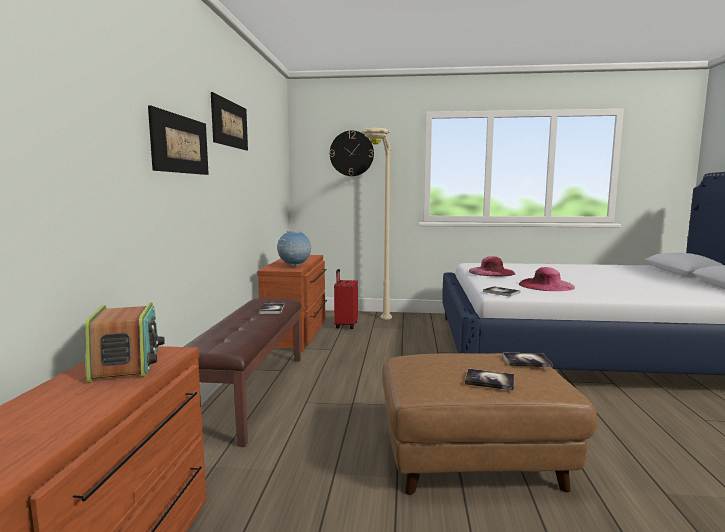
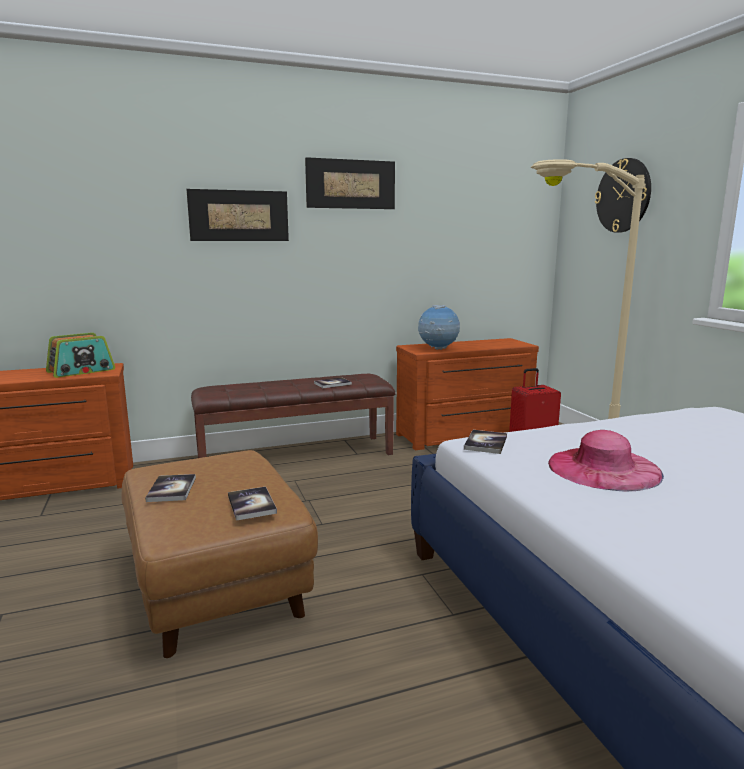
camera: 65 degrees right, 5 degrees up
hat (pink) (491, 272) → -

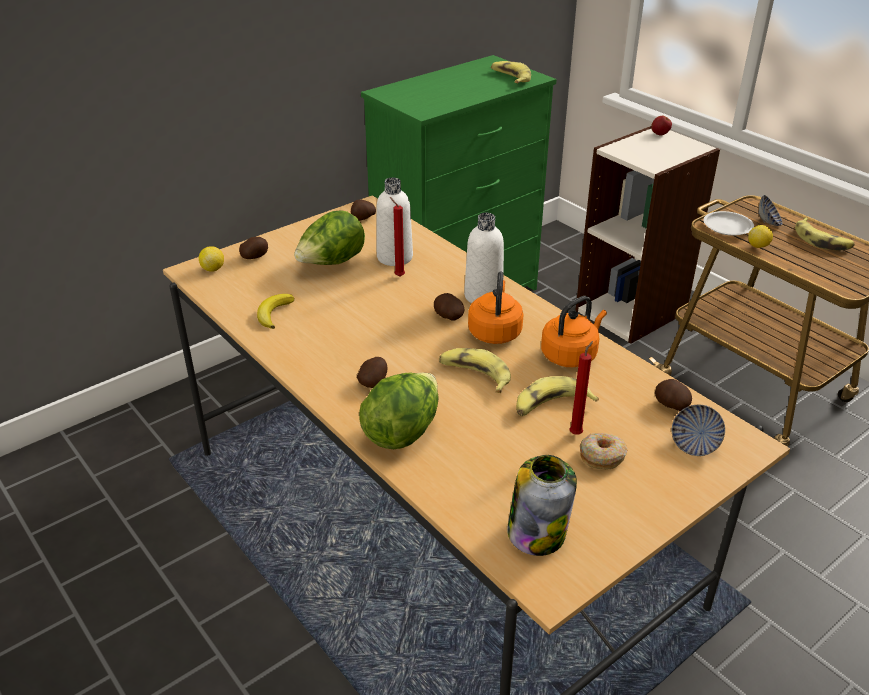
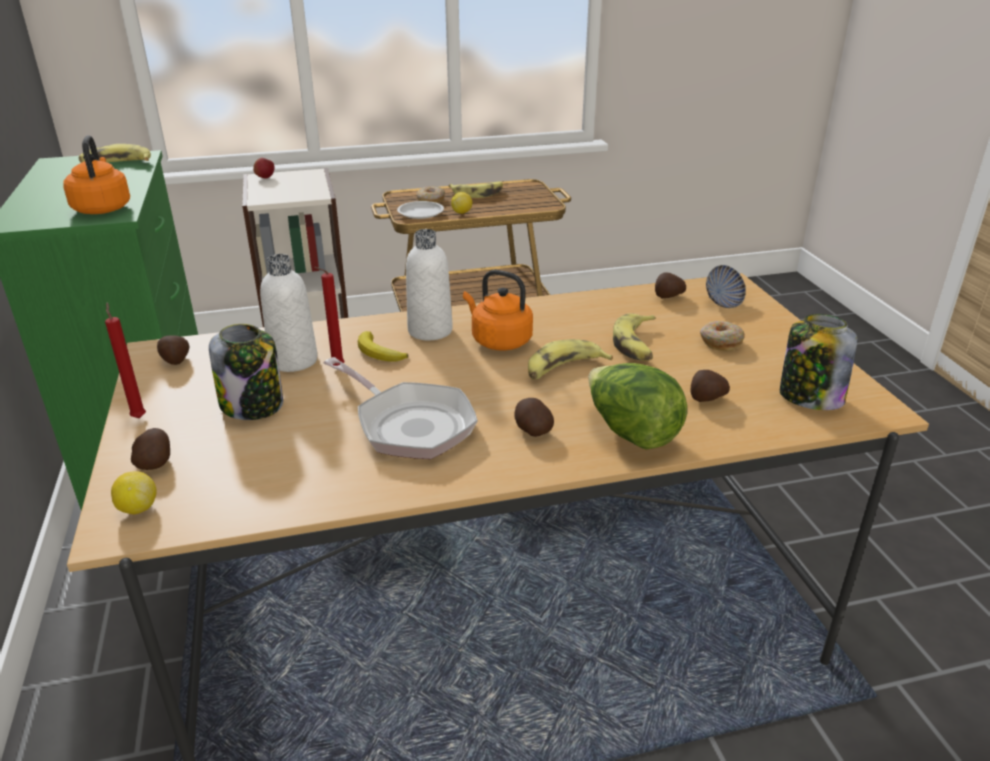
camera: 65 degrees left, 5 degrees down
bowl (768, 222) → donut (431, 200)
lettuce (331, 263) → jar (253, 405)
potato (448, 317) → potato (706, 398), moved
banana (274, 313) → banana (379, 352), moved
kettle (orange) (571, 355) → kettle (orange) (102, 208), moved
candle (red) (577, 433) → candle (red) (139, 416), moved
- → frying pan (409, 424)

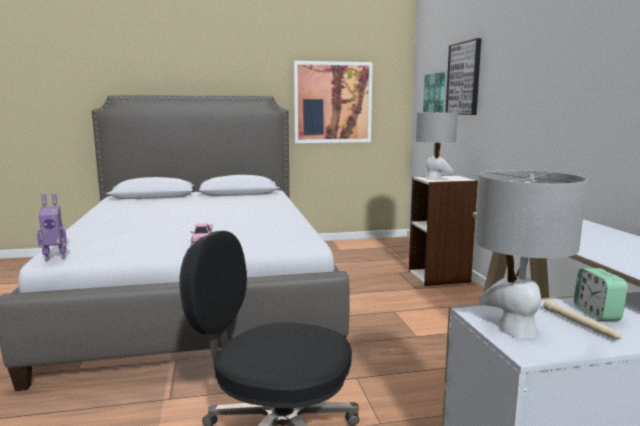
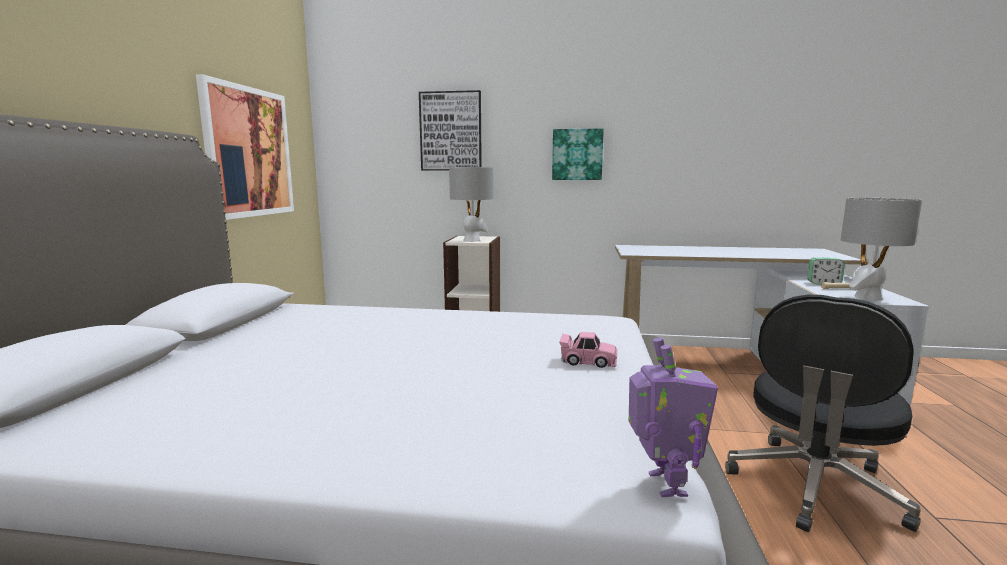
camera: 70 degrees left, 0 degrees up
picture (435, 94) → picture (577, 154), moved

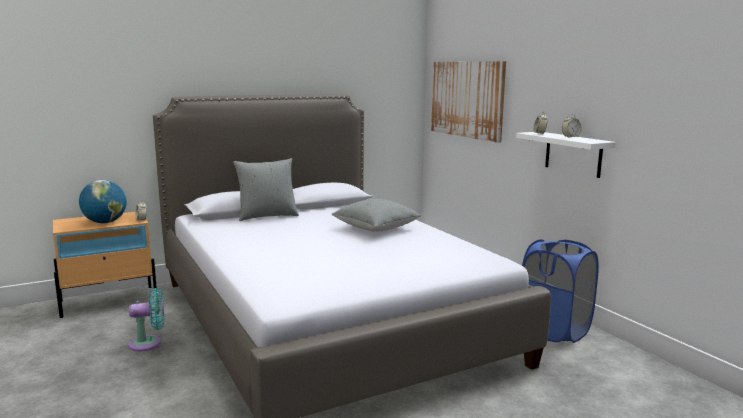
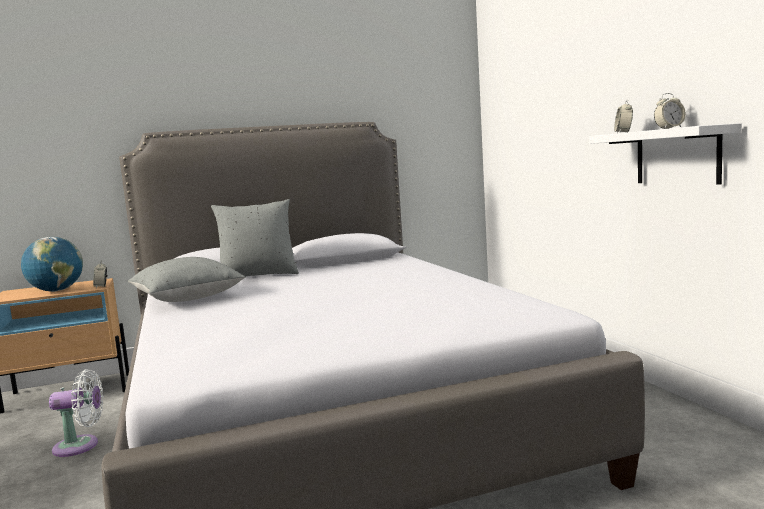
camera: 10 degrees right, 5 degrees down
picture (466, 99) → -
pillow (grey) (376, 228) → pillow (grey) (187, 299), moved
laundry basket (blue) (554, 330) → -
fan (turquoise) (149, 343) → fan (white) (81, 446)

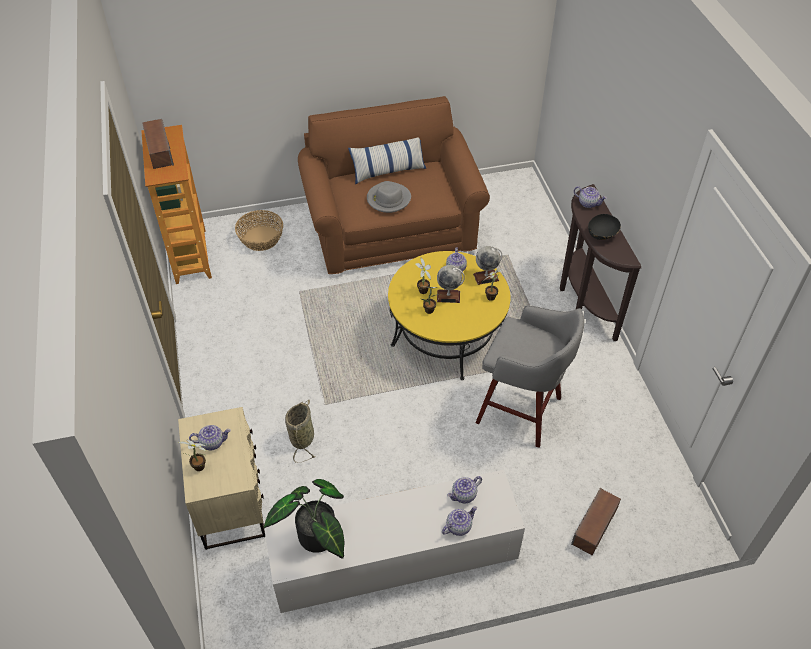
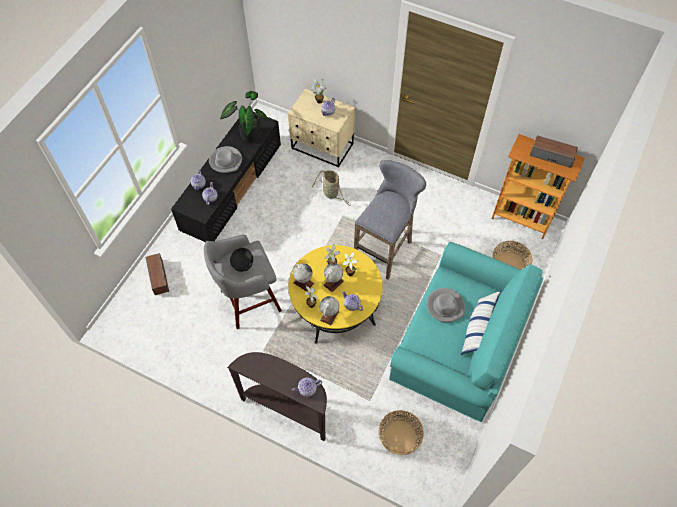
camera: 130 degrees right, 10 degrees up
sofa (brown) (392, 228) → sofa (turquoise) (457, 347)
bowl (black) (602, 235) → bowl (black) (242, 263), moved
tv stand (white) (393, 558) → tv stand (black) (232, 186)
- → hat (grey) (226, 161)
- → stool (grey) (385, 249)
- → globe (303, 283)
- → basket (400, 437)

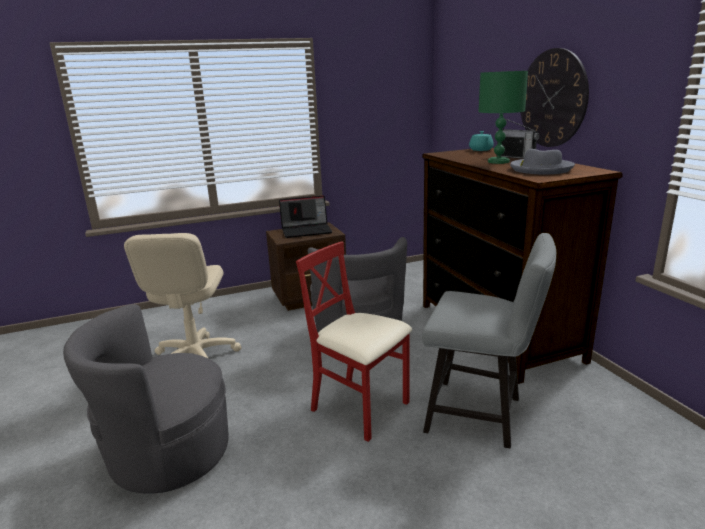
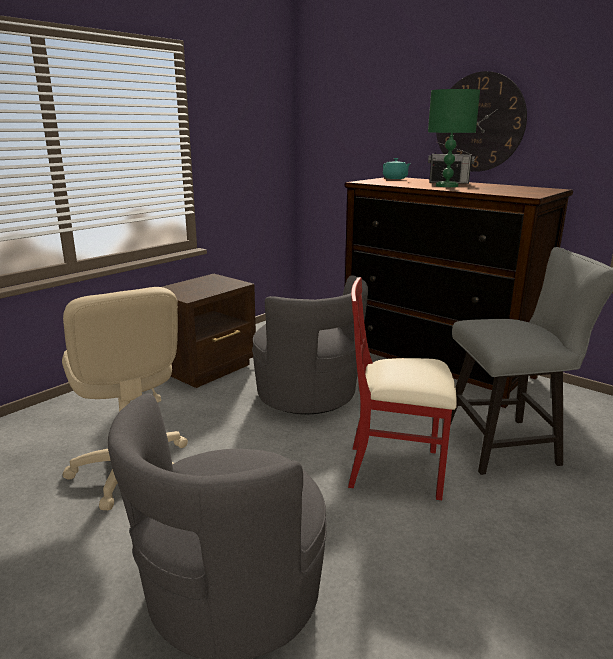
camera: 30 degrees left, 0 degrees up
hat (grey) (540, 169) → -
laptop (307, 230) → -

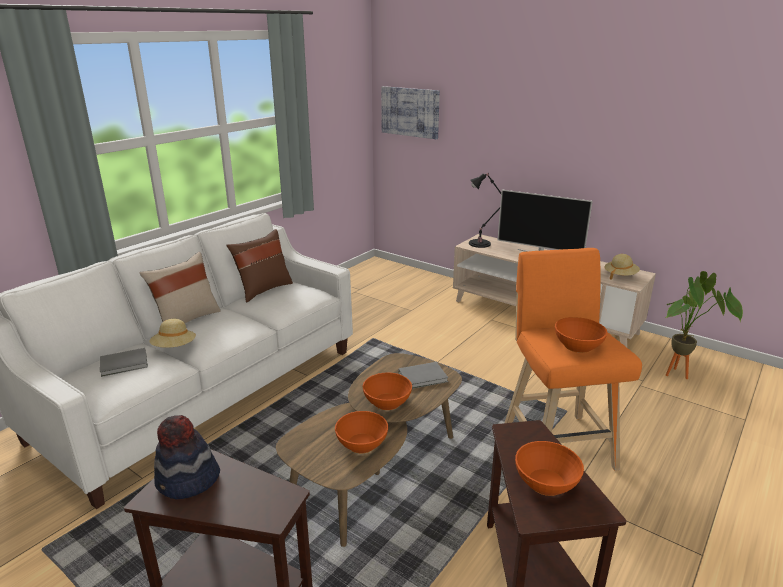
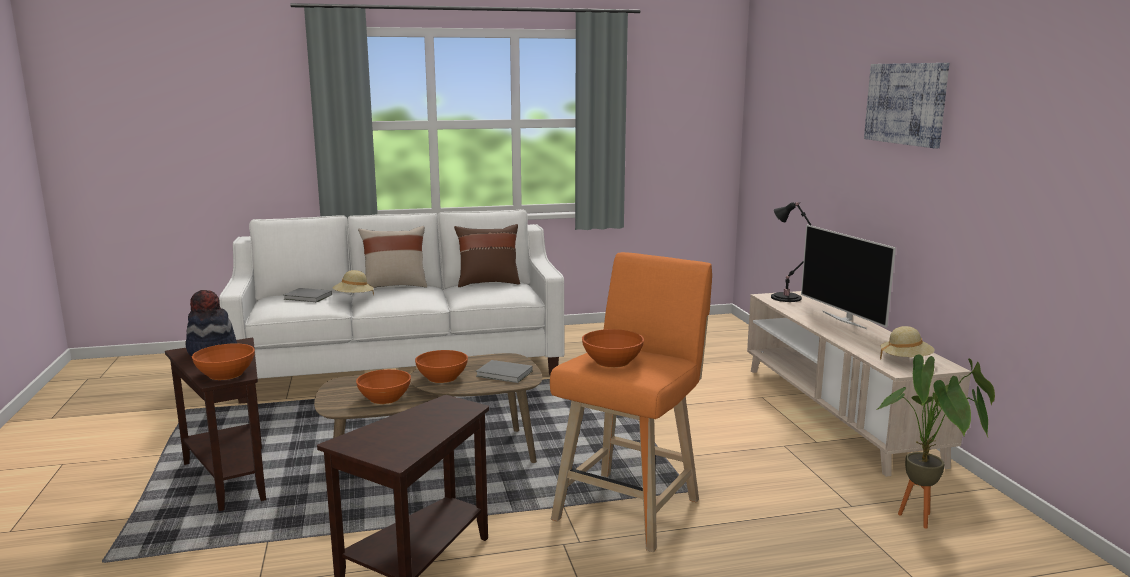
camera: 40 degrees right, 10 degrees down
picture (410, 112) → picture (906, 103), moved
bowl (orange) (546, 483) → bowl (orange) (225, 374), moved

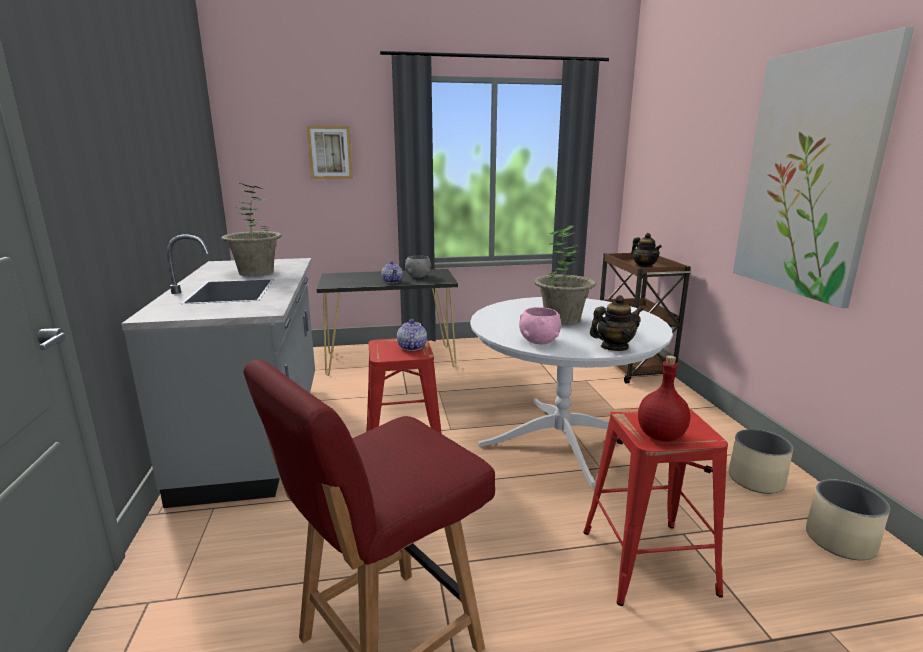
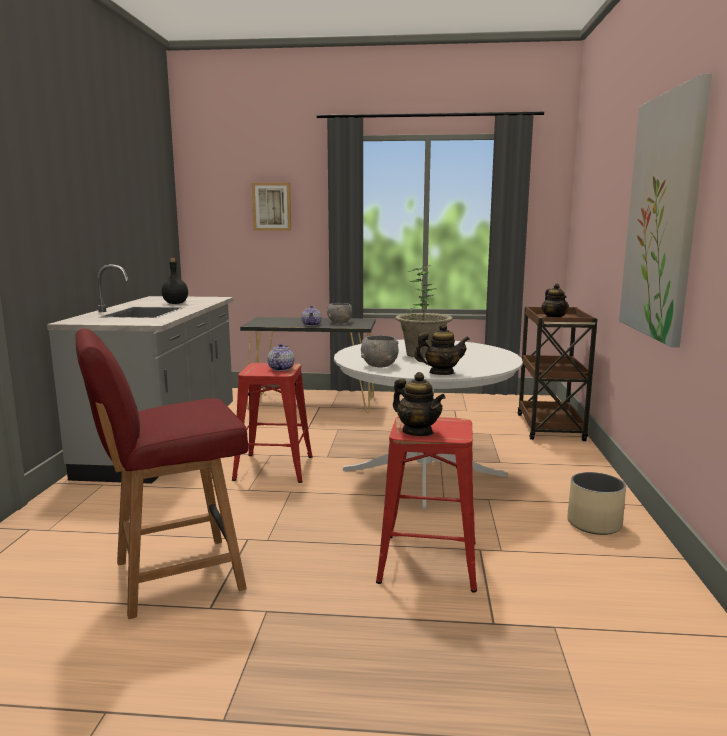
camera: 15 degrees right, 5 degrees down
potted plant (256, 272) → bottle (black) (176, 303)
bowl (pink) (538, 341) → bowl (grey) (379, 365)
bottle (red) (660, 435) → teapot (417, 432)
planter (beige) (840, 541) → -

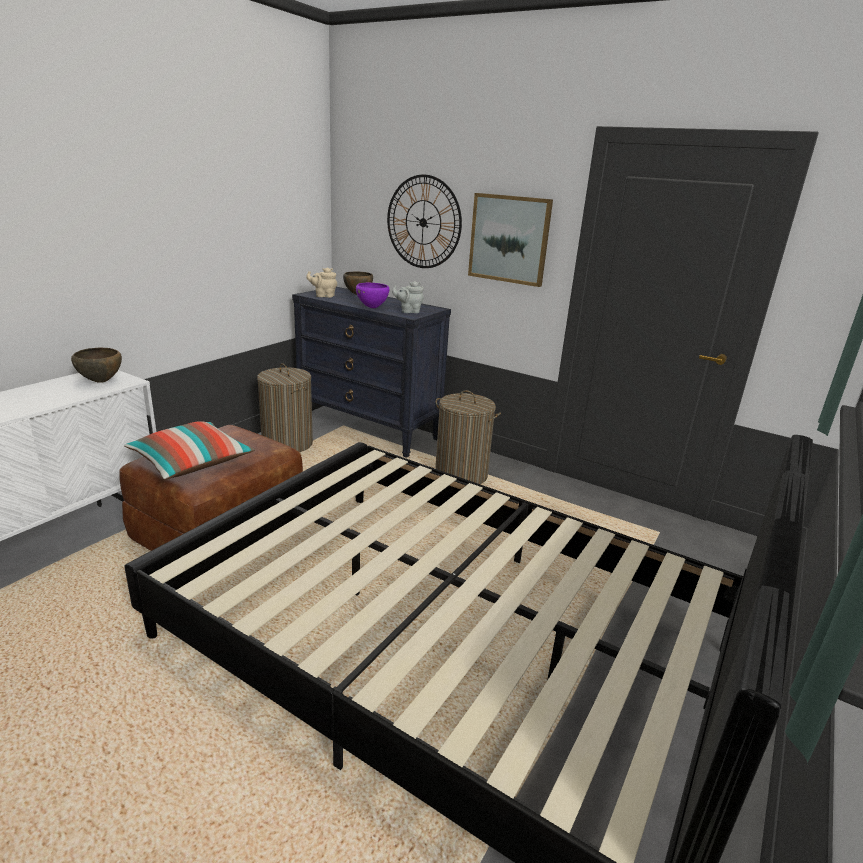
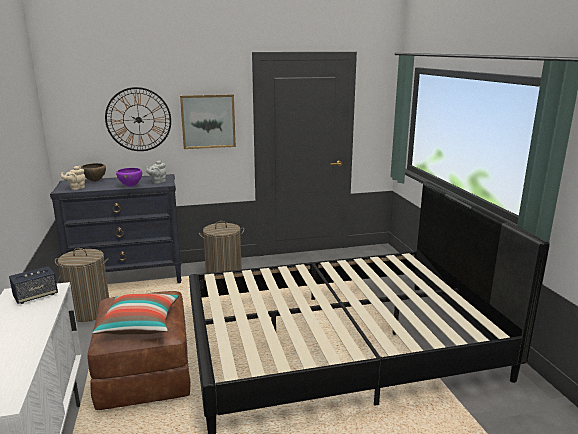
camera: 45 degrees left, 5 degrees down
bowl (brown) (101, 381) → speaker (36, 296)

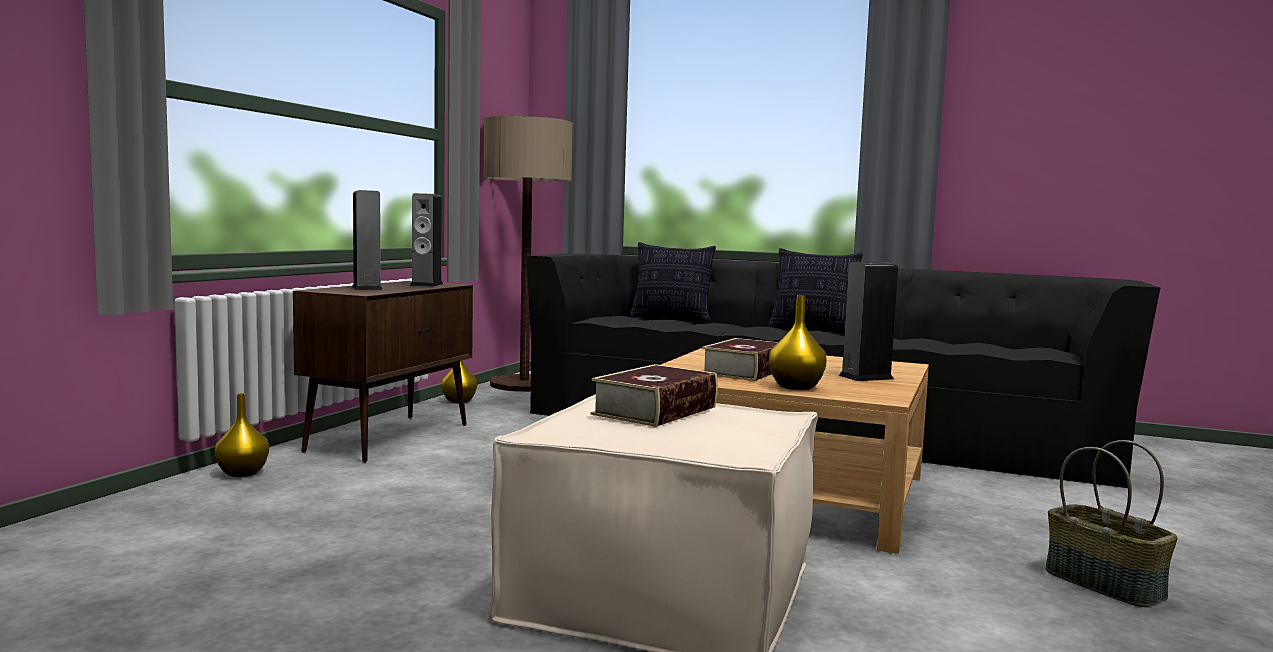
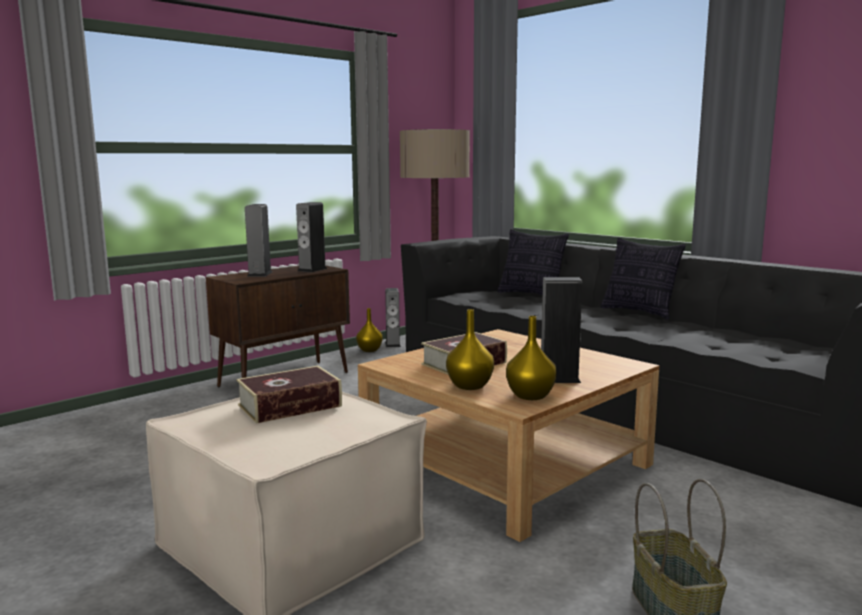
camera: 25 degrees right, 5 degrees up
vase (yellow) (241, 473) → vase (yellow) (529, 396), moved
- → speaker (393, 344)

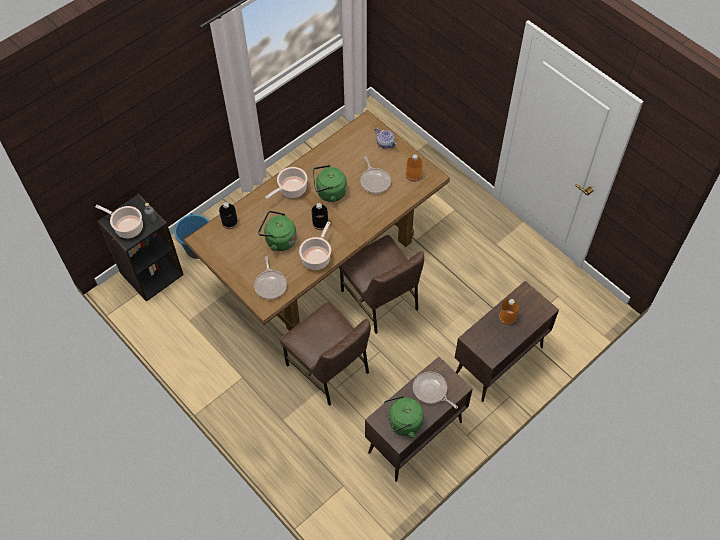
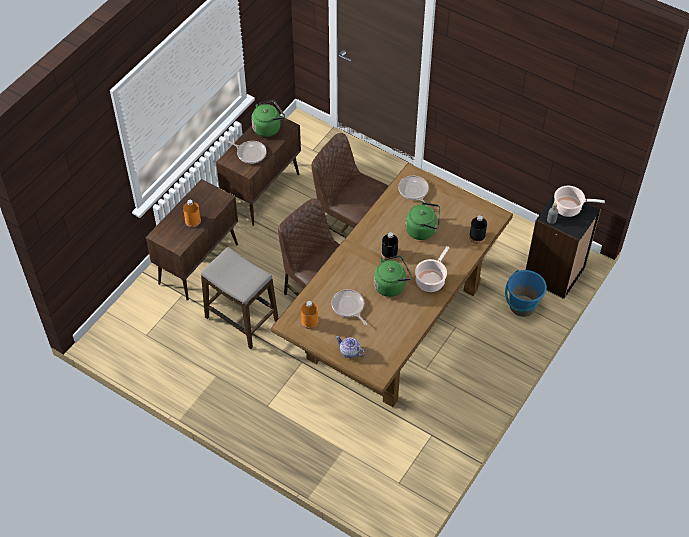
camera: 165 degrees right, 5 degrees down
cooking pot (316, 257) → -
- → stool (241, 320)

